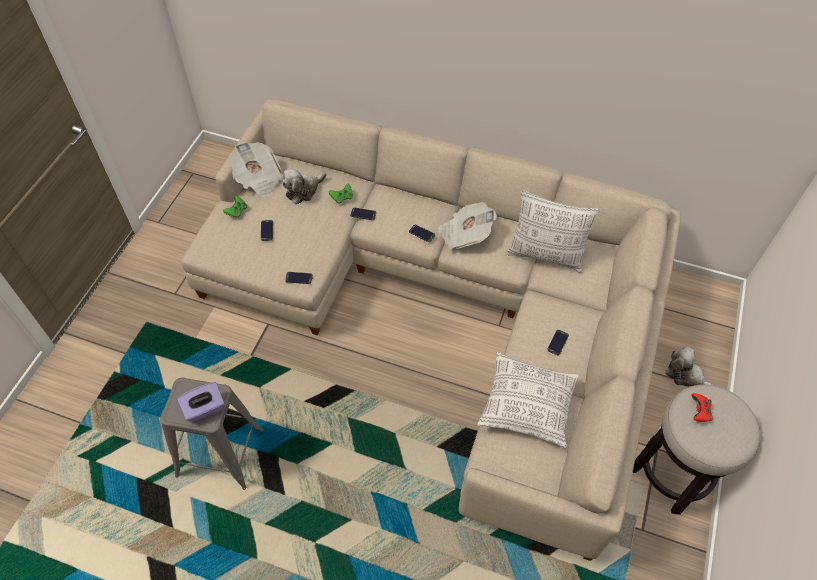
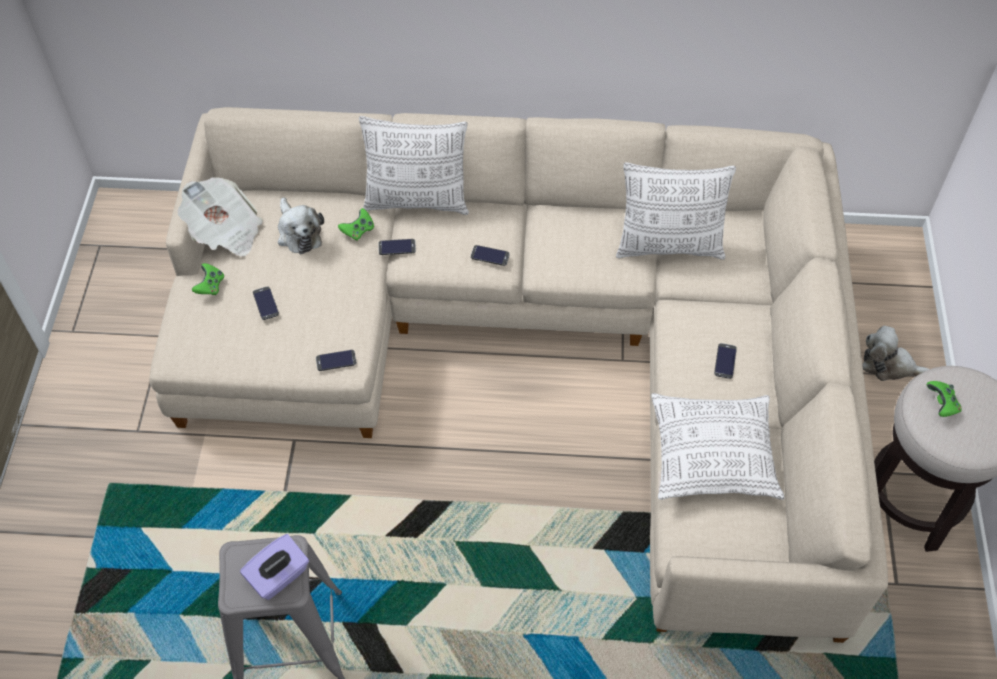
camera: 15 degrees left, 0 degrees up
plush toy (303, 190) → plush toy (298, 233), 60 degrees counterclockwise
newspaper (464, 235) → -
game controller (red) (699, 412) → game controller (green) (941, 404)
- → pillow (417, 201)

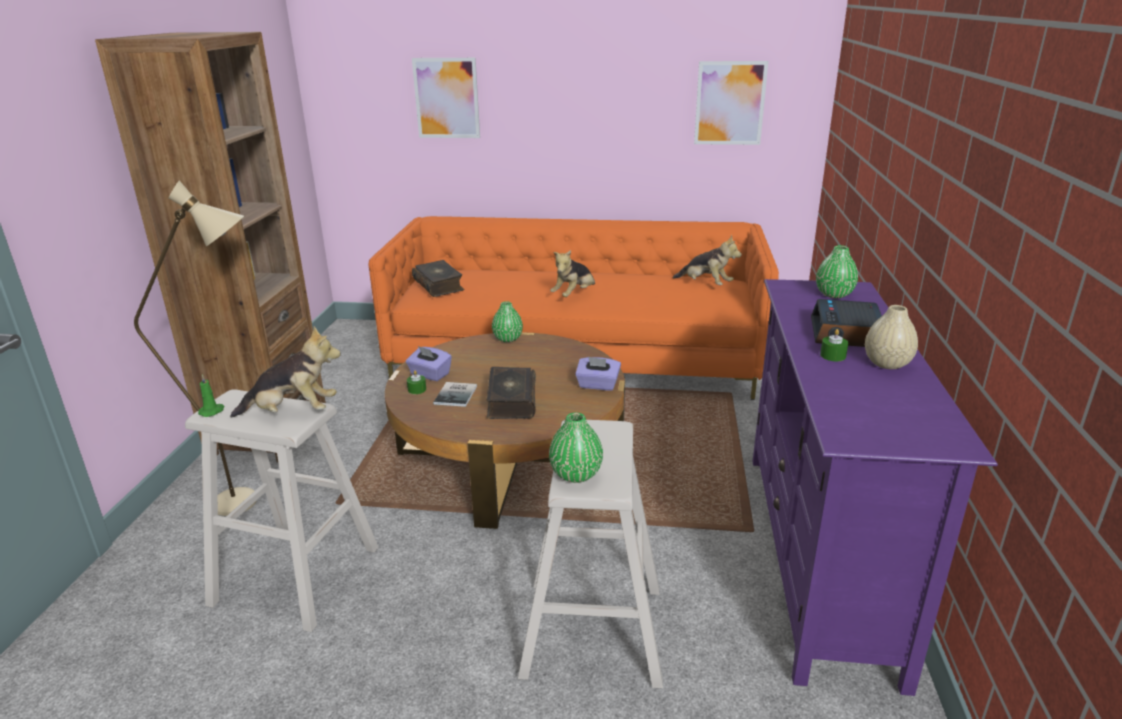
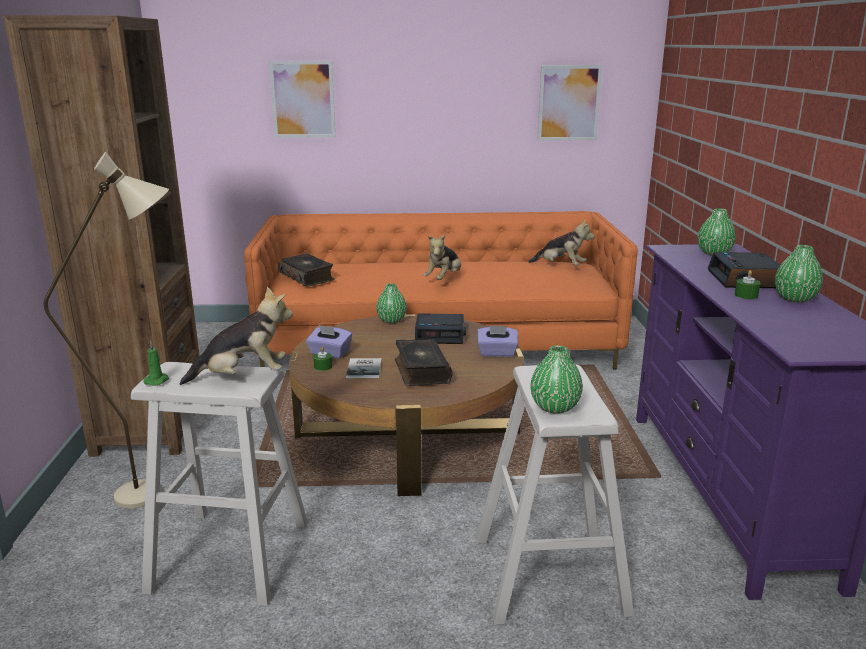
camera: 10 degrees left, 5 degrees down
vase (beige) (887, 363) → vase (green) (794, 298)
- → alarm clock (440, 335)

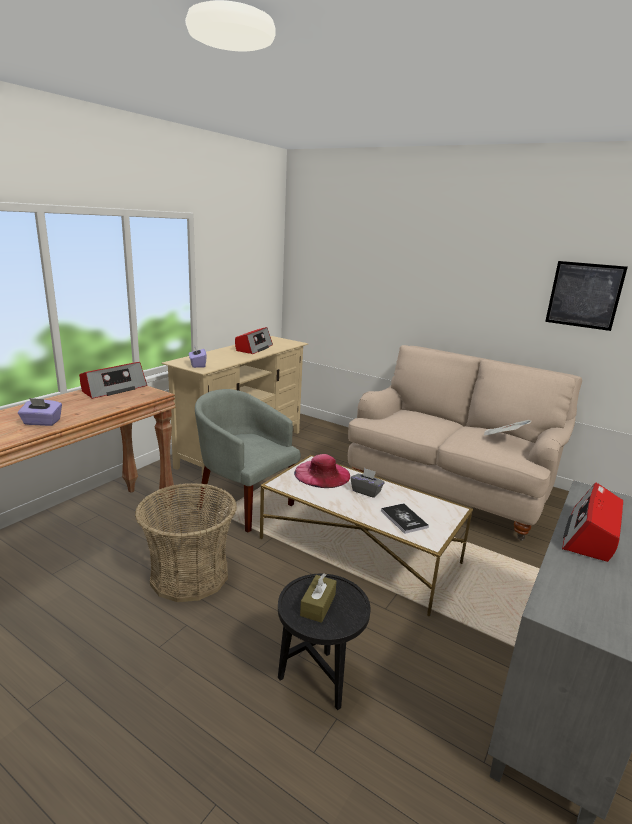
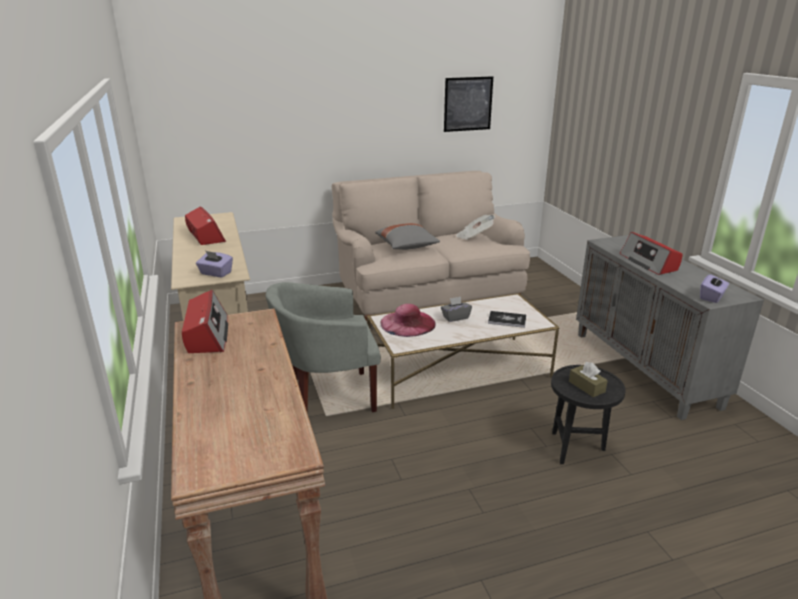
camera: 50 degrees left, 5 degrees up
tissue box (purple) (42, 422) → tissue box (purple) (712, 297), moved
basket (189, 575) → -
- → pillow (grey) (407, 246)

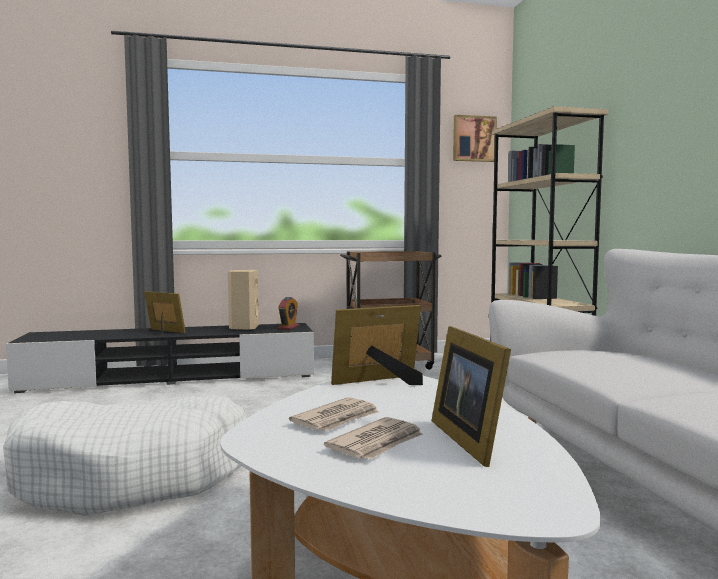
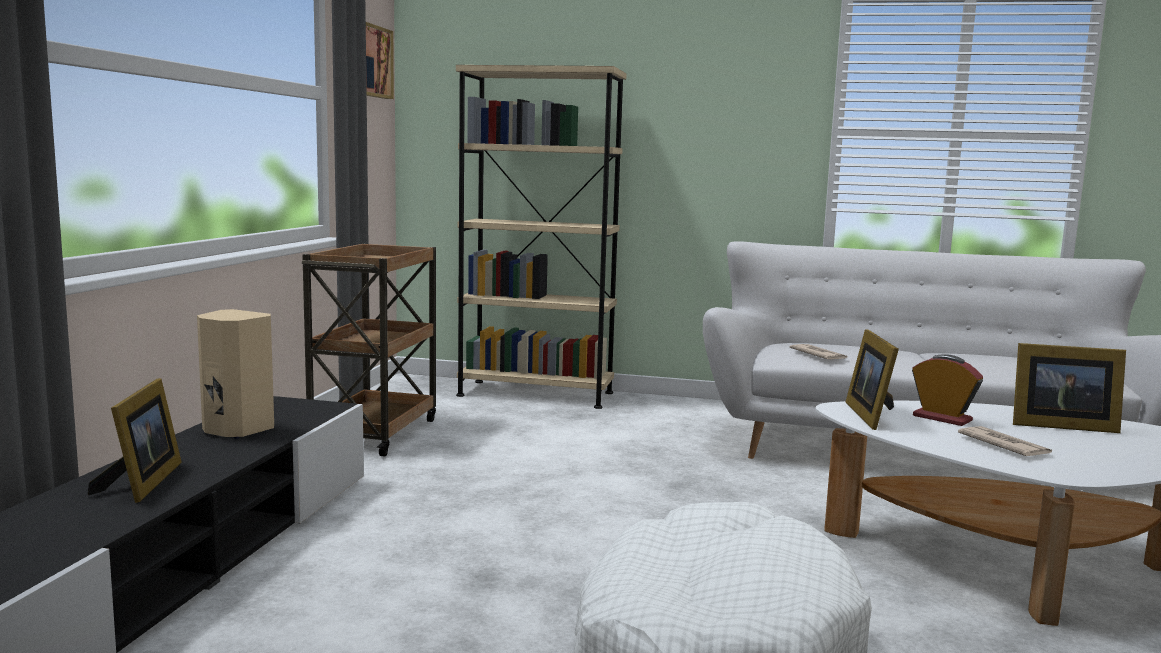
camera: 65 degrees left, 5 degrees up
picture frame (164, 332) → picture frame (142, 483), 120 degrees clockwise
alarm clock (288, 327) → alarm clock (942, 418), moved
newspaper (378, 443) → newspaper (818, 355), moved

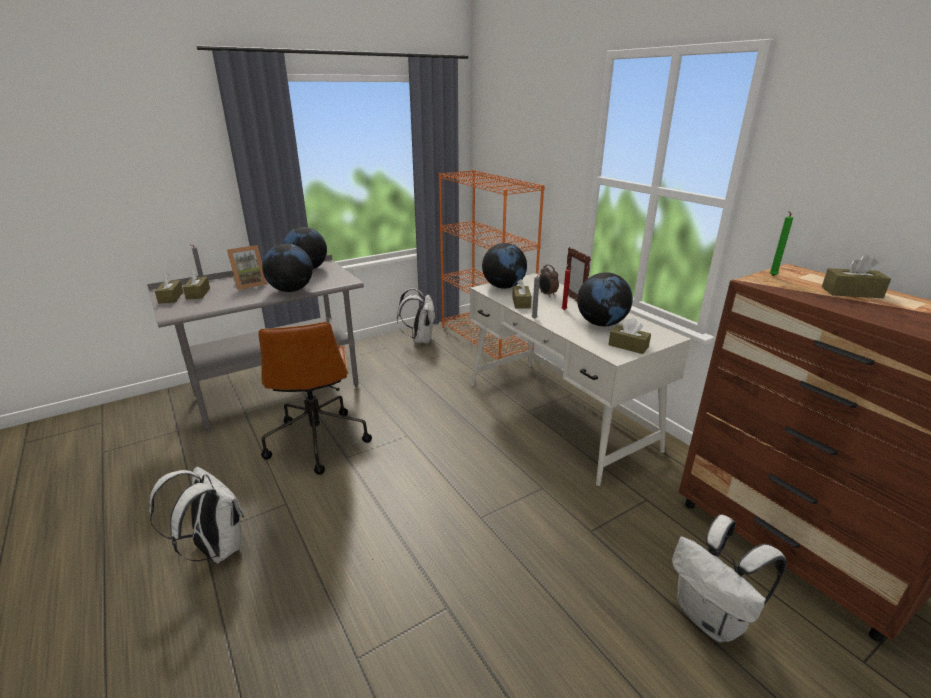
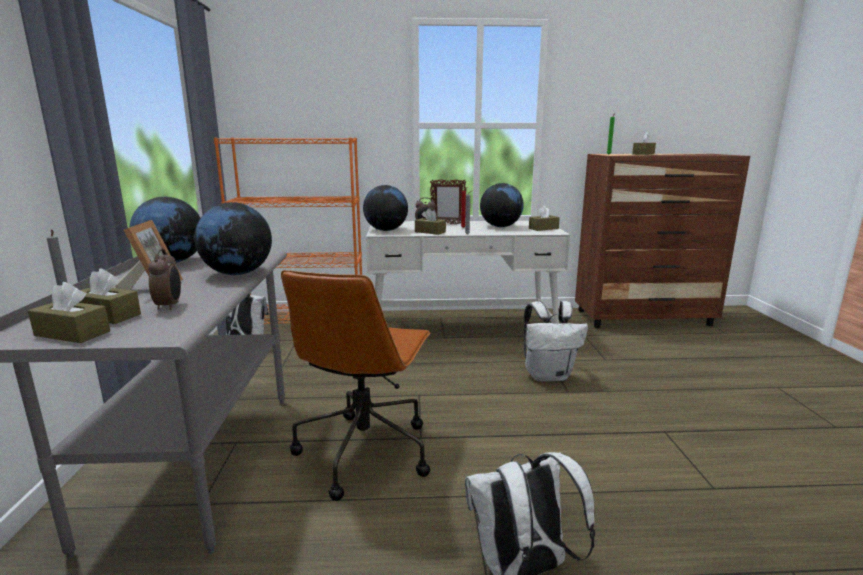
camera: 60 degrees left, 10 degrees down
office chair (brown) (317, 440) → office chair (brown) (365, 450), 90 degrees clockwise
backpack (white) (711, 618) → backpack (white) (548, 375), moved
- → alarm clock (169, 306)

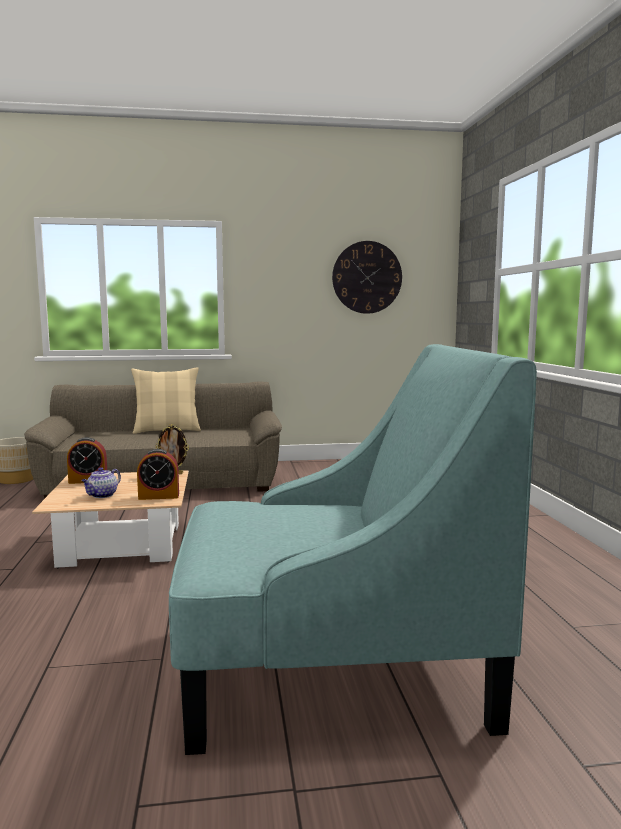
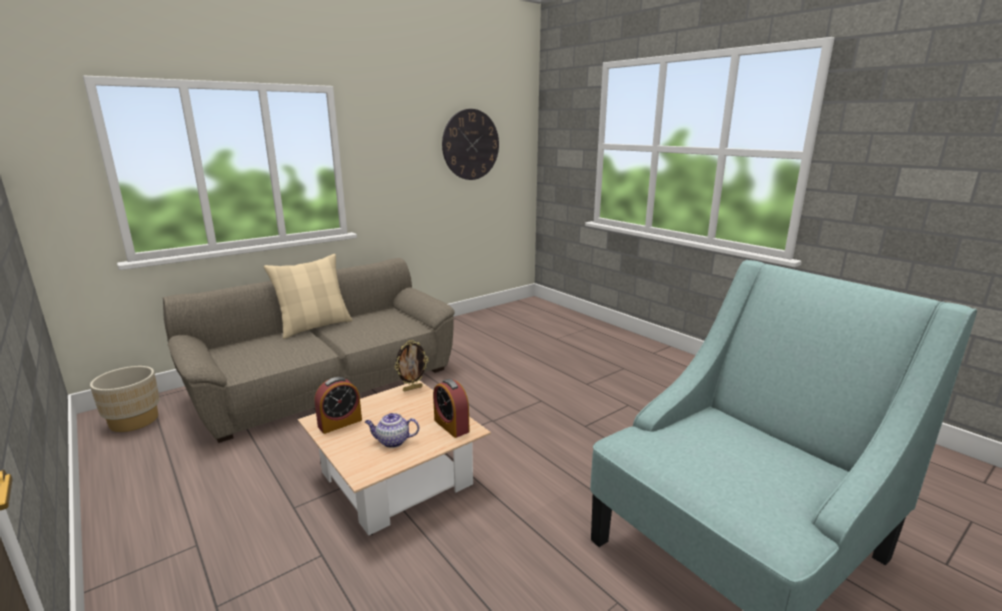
camera: 30 degrees left, 10 degrees up
alarm clock (159, 496) → alarm clock (451, 426), 90 degrees clockwise
teapot (102, 495) → teapot (392, 441), 90 degrees clockwise

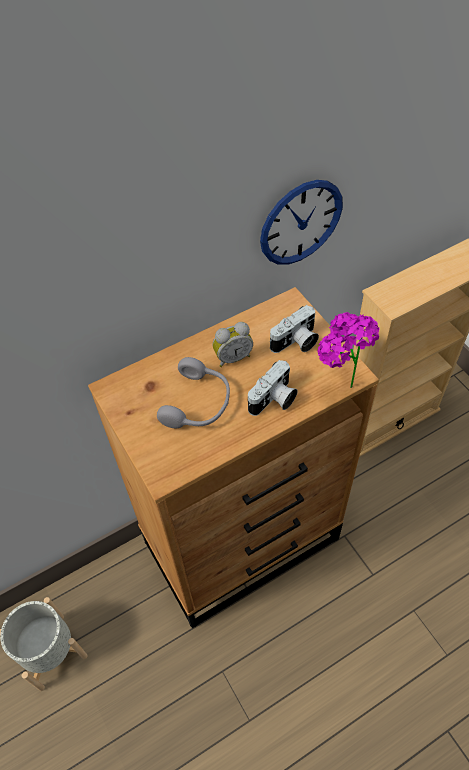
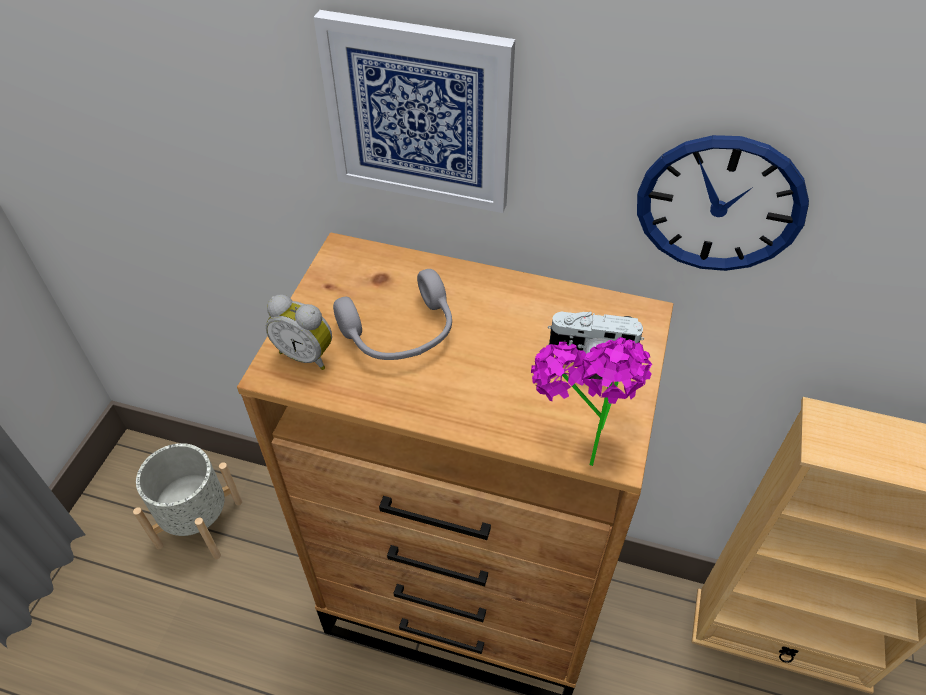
camera: 45 degrees right, 5 degrees down
alarm clock (232, 357) → alarm clock (307, 354), moved
photo camera (274, 400) → -
- → picture (419, 113)

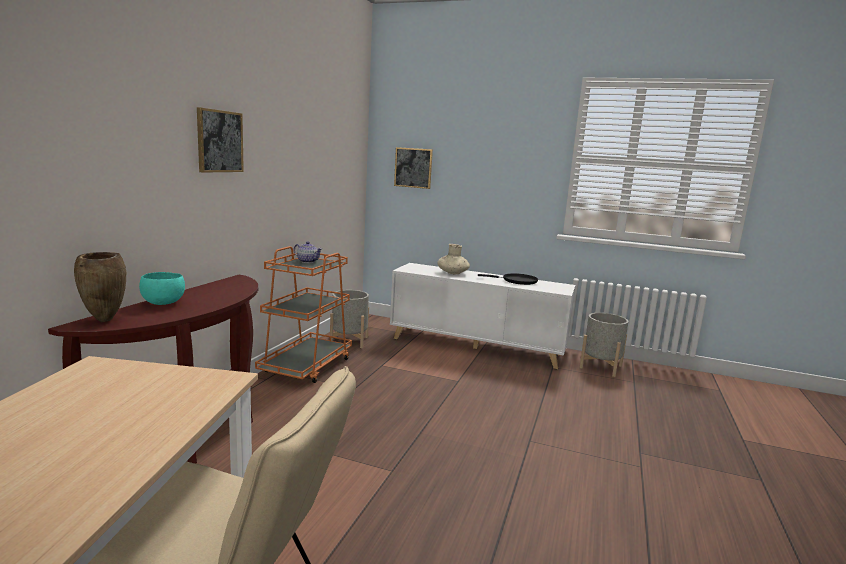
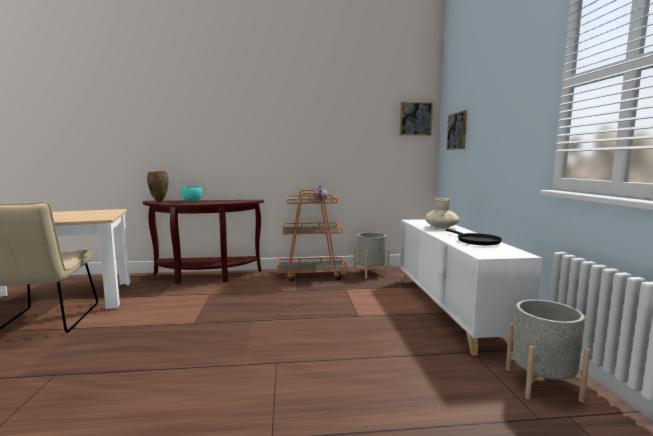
camera: 65 degrees right, 5 degrees down
picture (219, 141) → picture (415, 119), moved

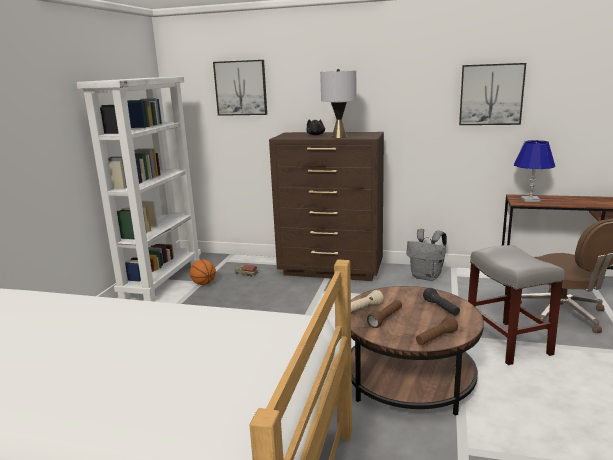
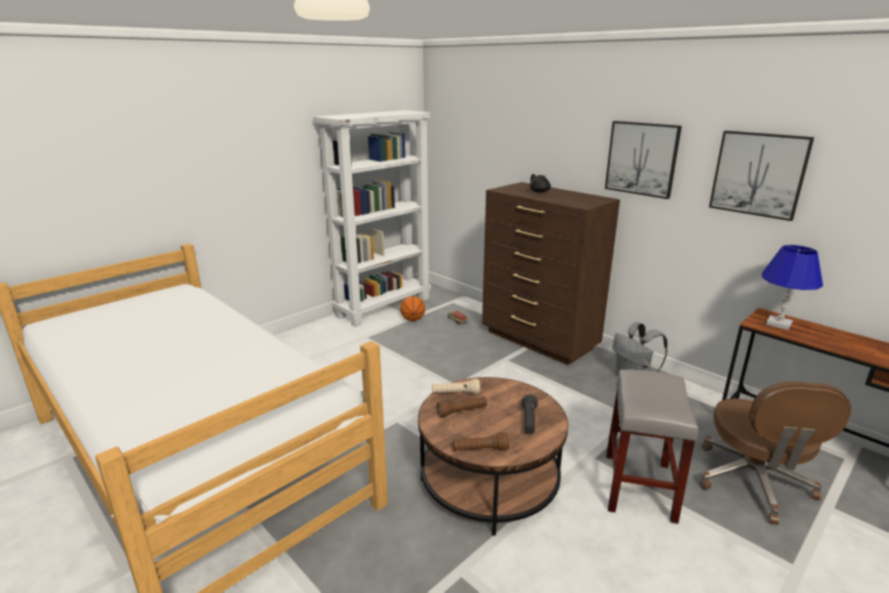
camera: 30 degrees right, 5 degrees up
picture (241, 88) → picture (642, 159), moved
table lamp (grey) (339, 137) → -

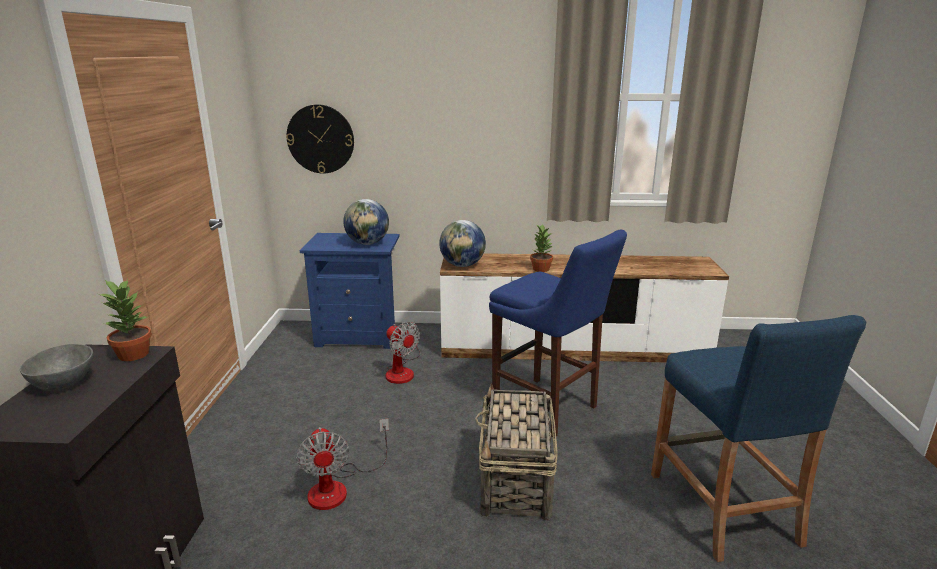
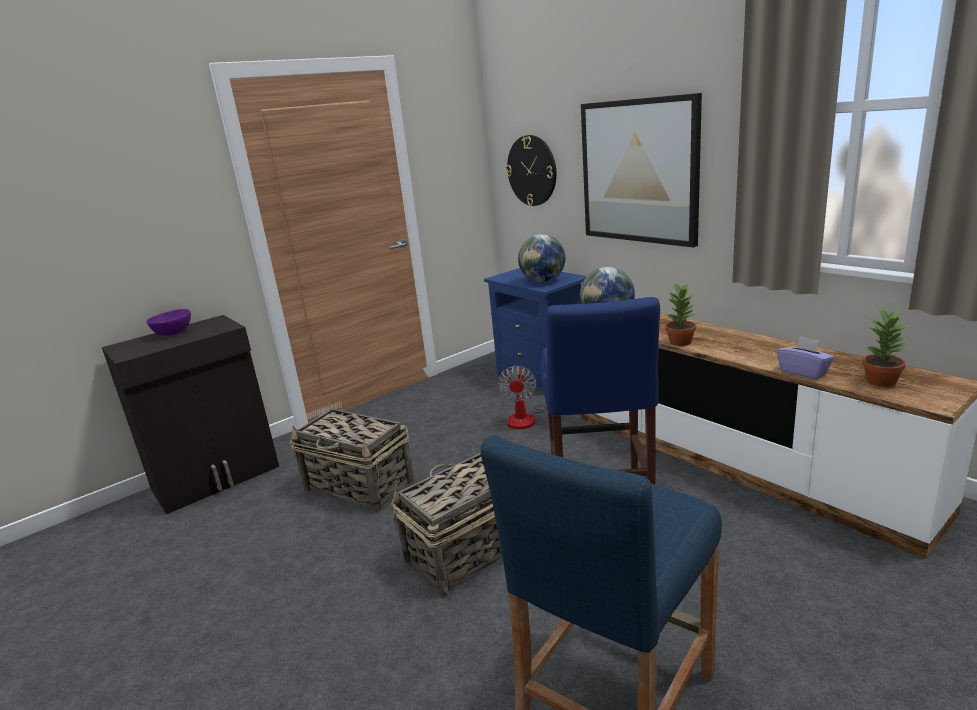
camera: 50 degrees right, 0 degrees up
potted plant (134, 354) → potted plant (881, 381), moved
bowl (grey) (65, 383) → bowl (purple) (174, 333)
fan (338, 487) → basket (360, 486)
- → picture (639, 171)
- → tissue box (purple) (803, 372)

